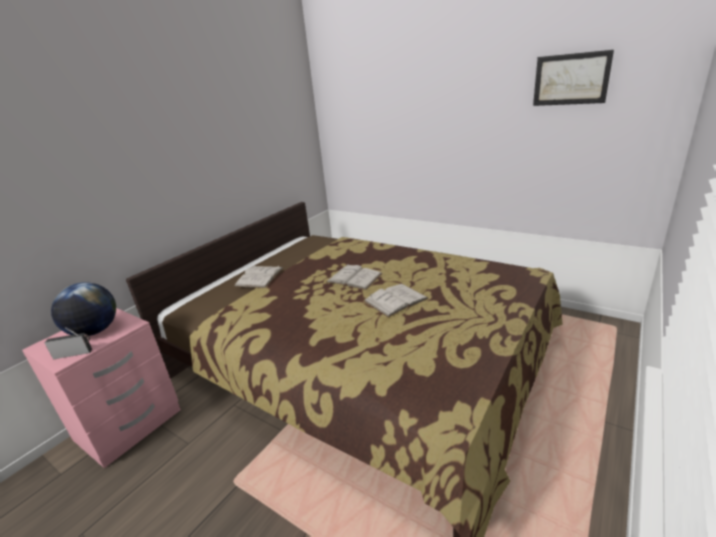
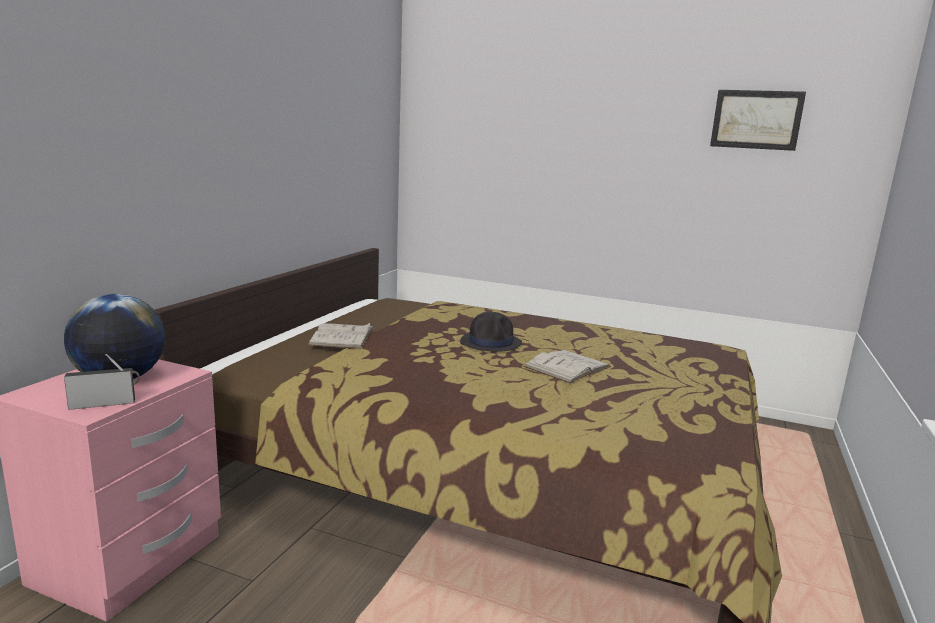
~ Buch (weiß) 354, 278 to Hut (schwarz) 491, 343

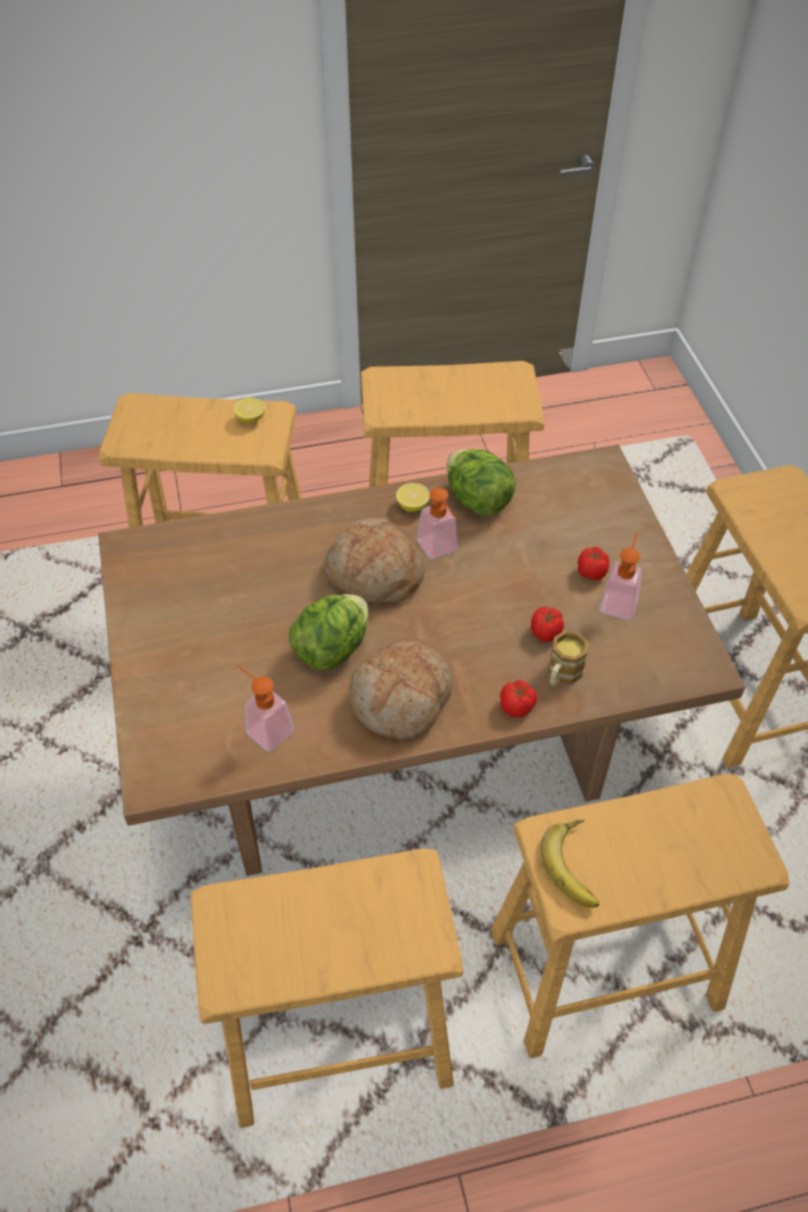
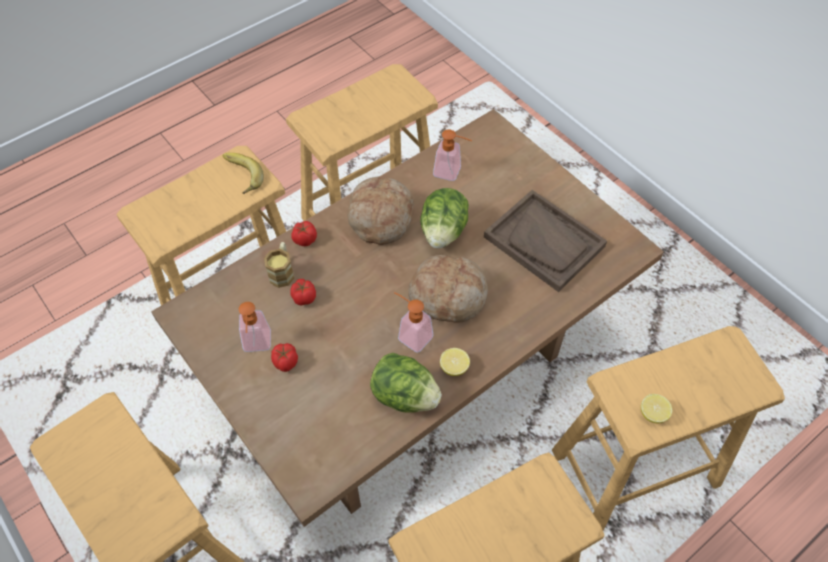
+ Tablett (braun) 544, 242

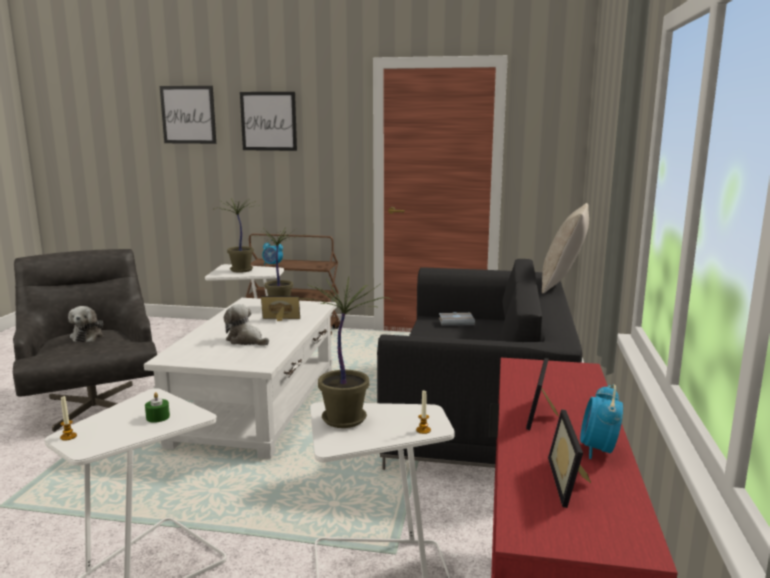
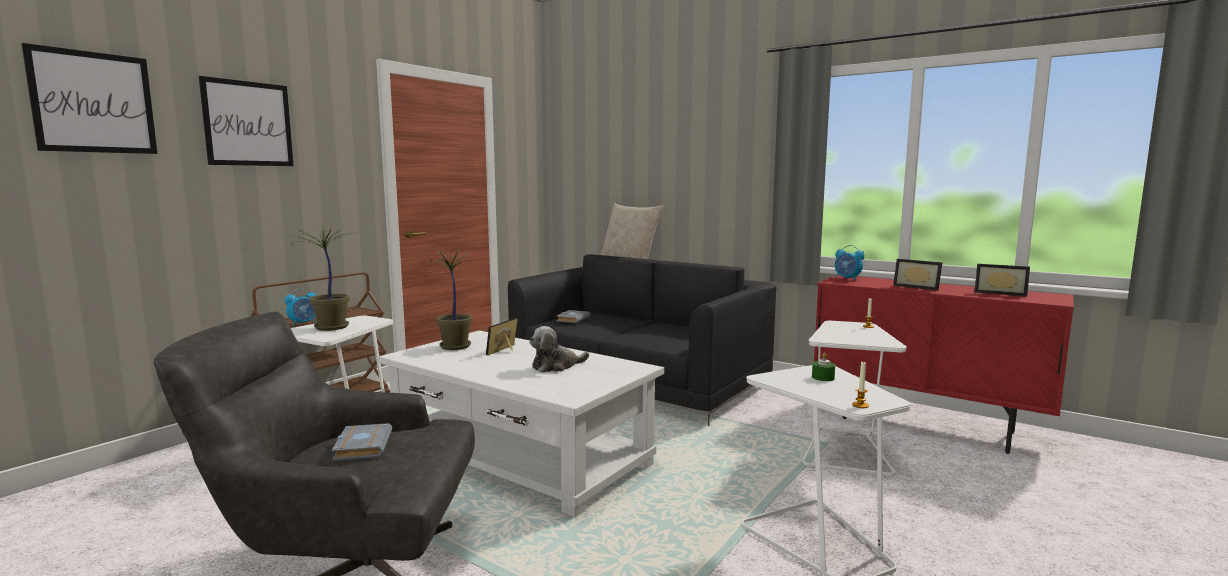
~ Plüschtier 88, 336 to Buch (grau) 361, 446
~ Wecker 598, 450 to 847, 279
- Topfpflanze 345, 419

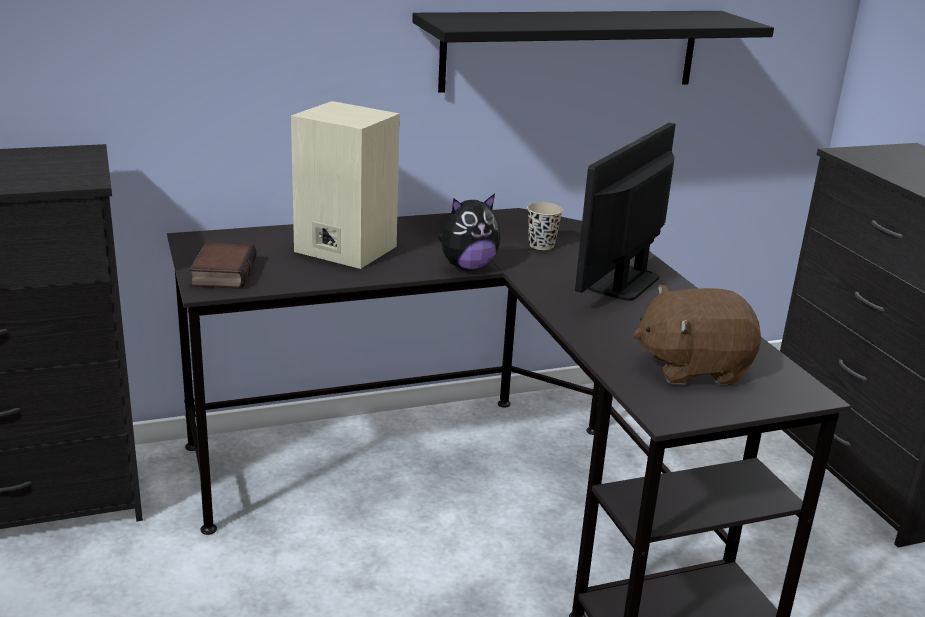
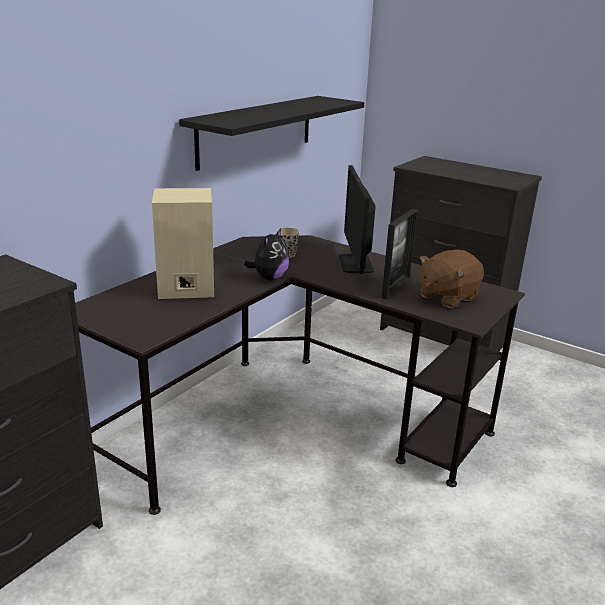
+ Bilderrahmen 396, 288
- Buch 222, 272

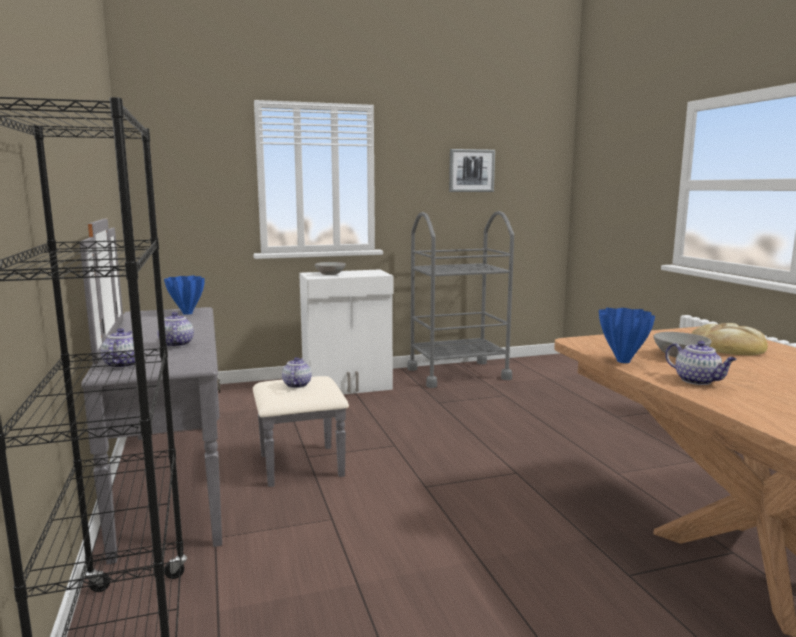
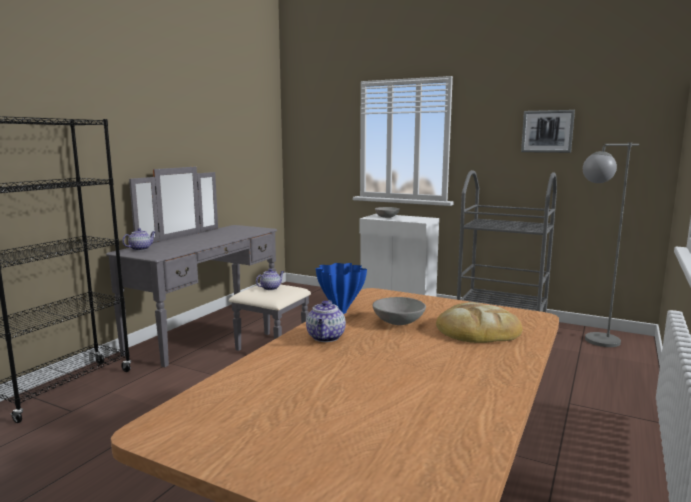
+ Stehlampe (grau) 594, 343
- Teekanne 176, 344
- Vase (blau) 187, 313

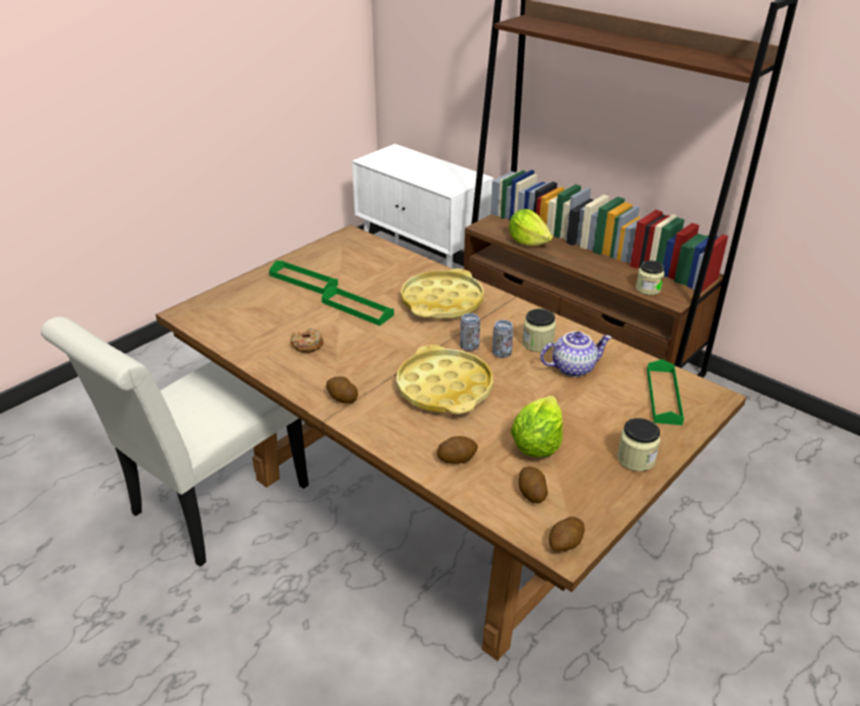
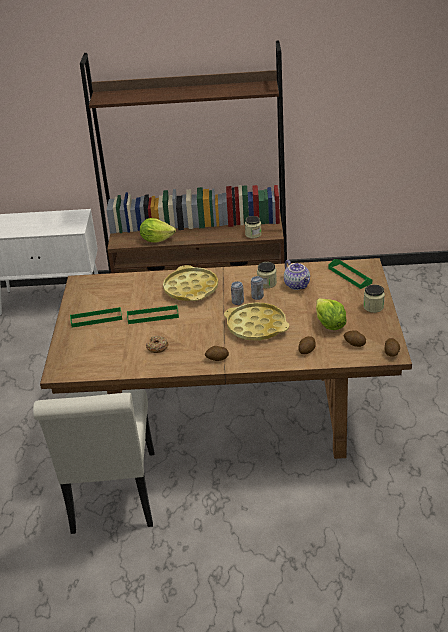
~ Teekanne 573, 367 = 297, 285 120 degrees clockwise

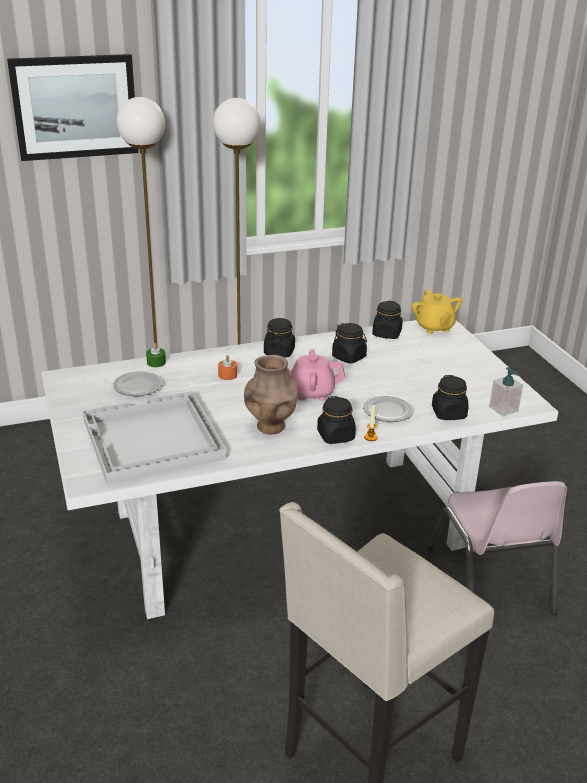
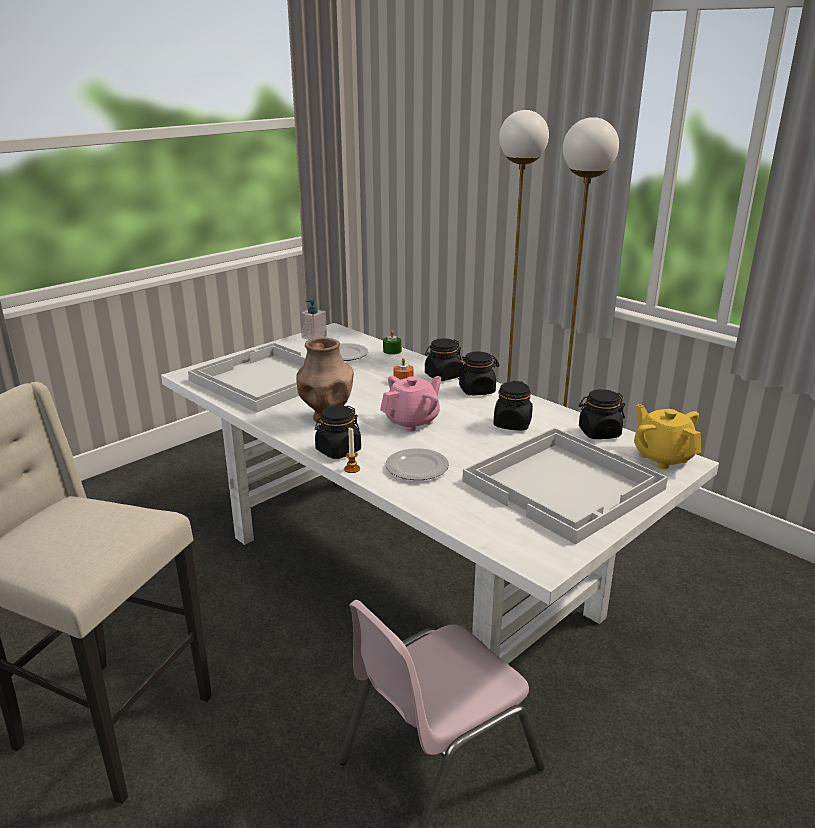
~ Seifenspender 503, 409 to 314, 337
~ Teekanne (rosa) 311, 392 = 412, 421 75 degrees clockwise
~ Vorratsglas (schwarz) 449, 413 to 442, 376
+ Tablett (weiß) 565, 485
~ Teekanne (gelb) 434, 327 = 662, 457 105 degrees clockwise
- Bild 75, 107

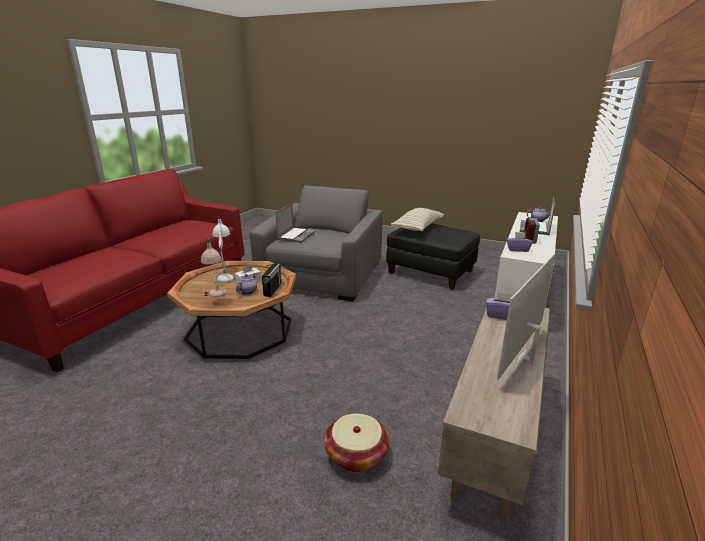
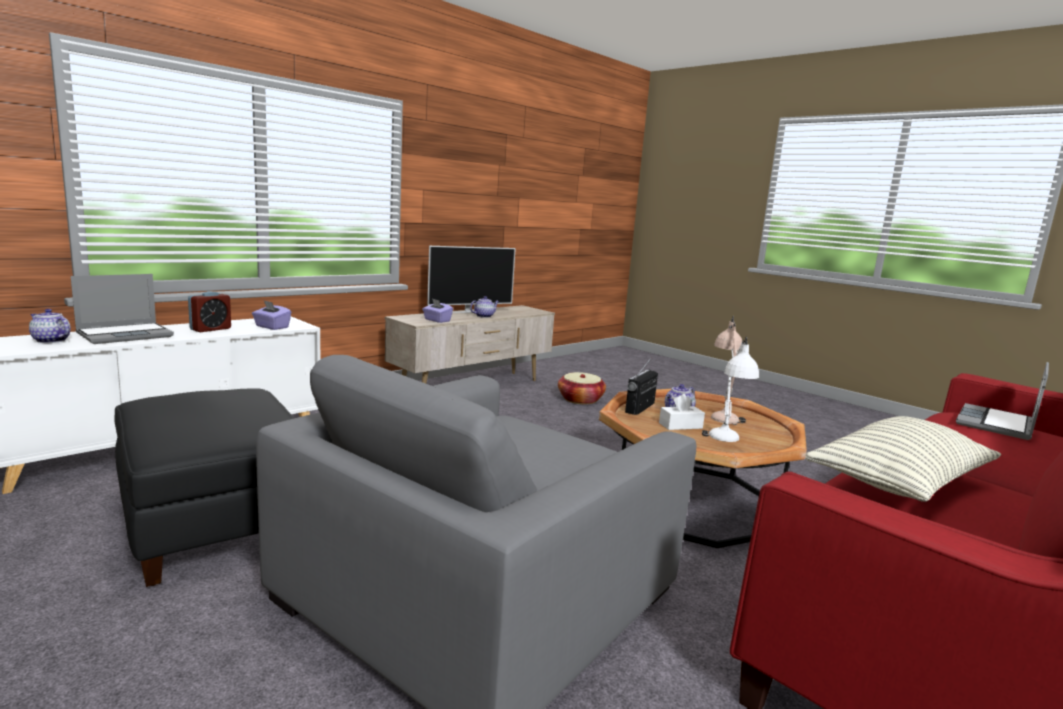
+ Teekanne 484, 316
~ Kissen 417, 228 to 899, 483
~ Laptop 296, 236 to 997, 424

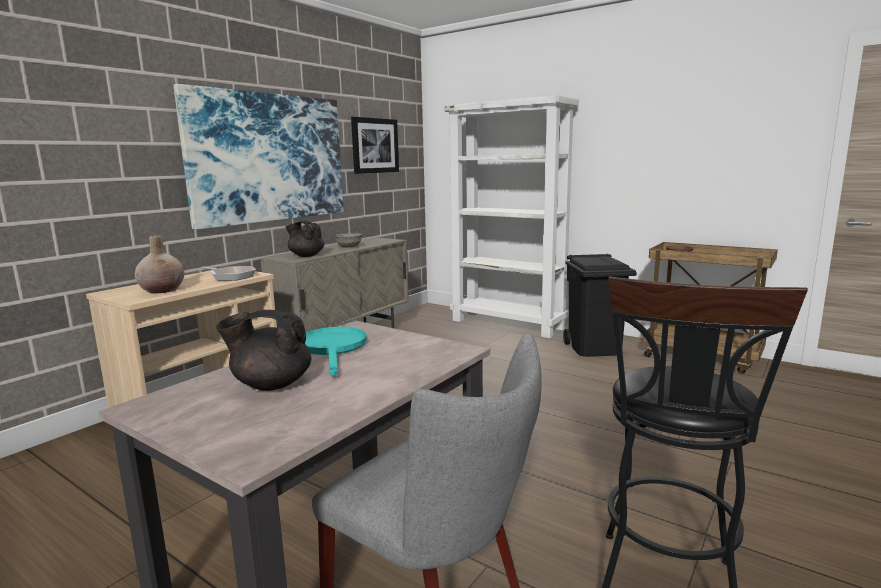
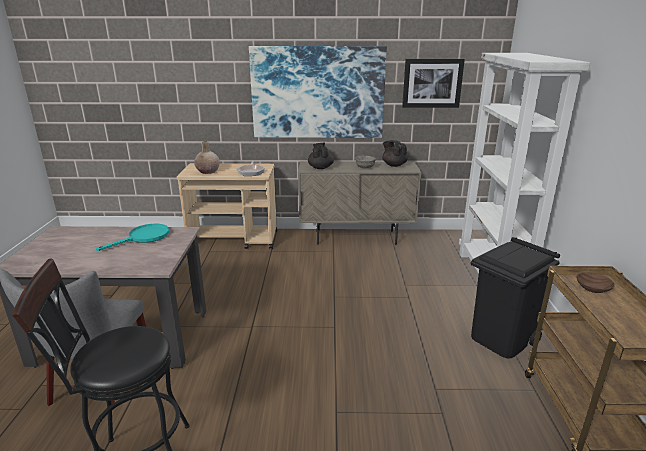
~ Teekanne (schwarz) 271, 384 to 394, 165

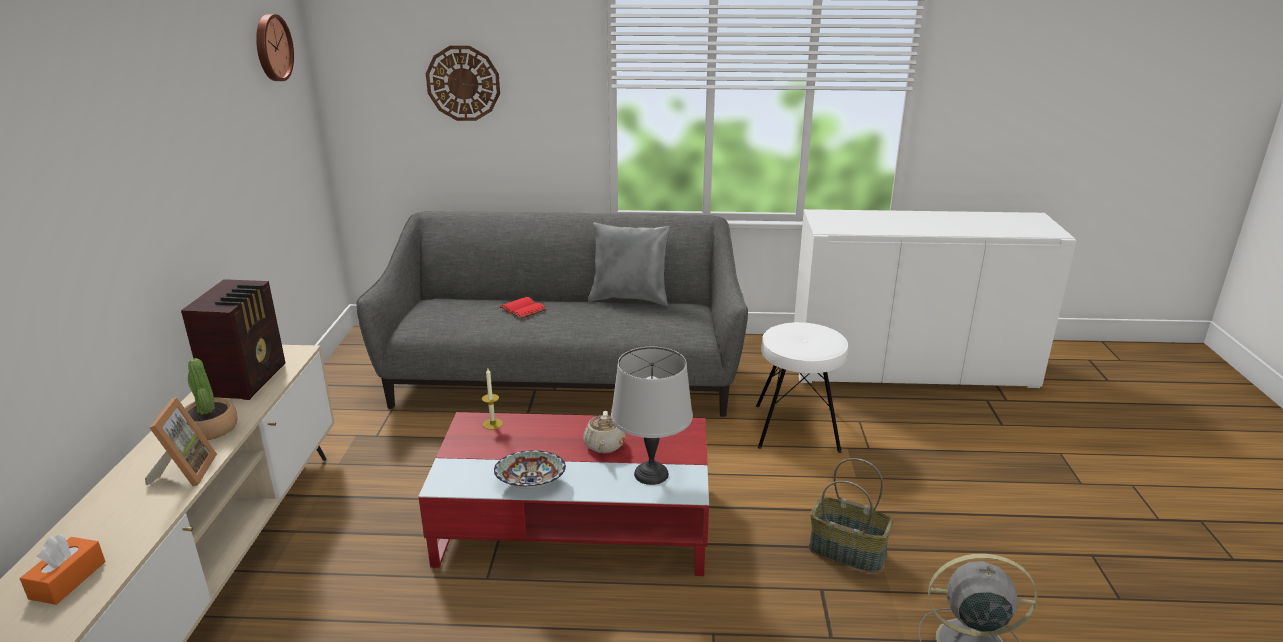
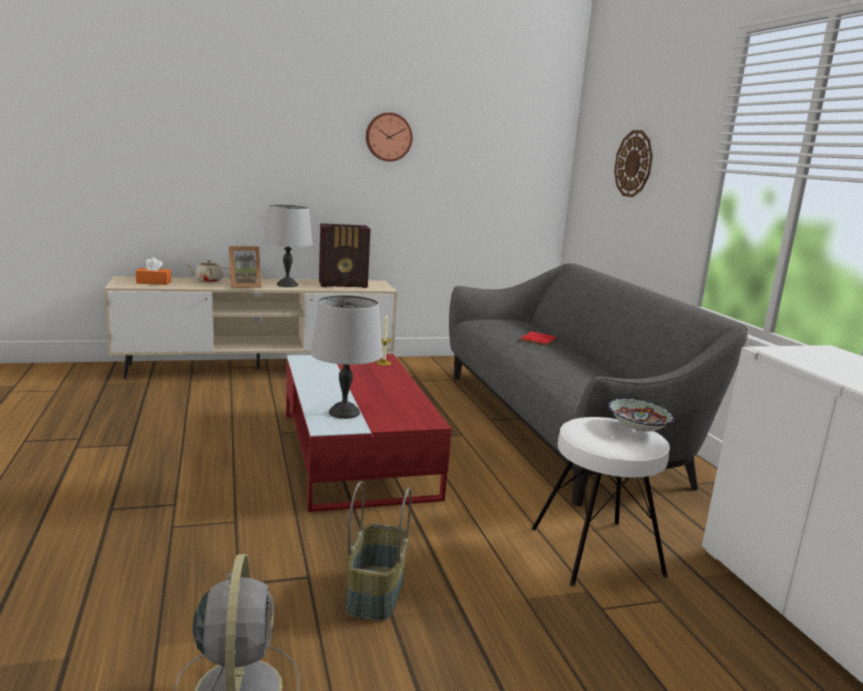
~ Teekanne (beige) 604, 446 to 208, 281
~ Topfpflanze 210, 429 to Tischlampe (grau) 287, 285
~ Wanduhr 271, 48 to 388, 137
~ Schüssel 531, 483 to 638, 429
- Kissen (grau) 630, 298

